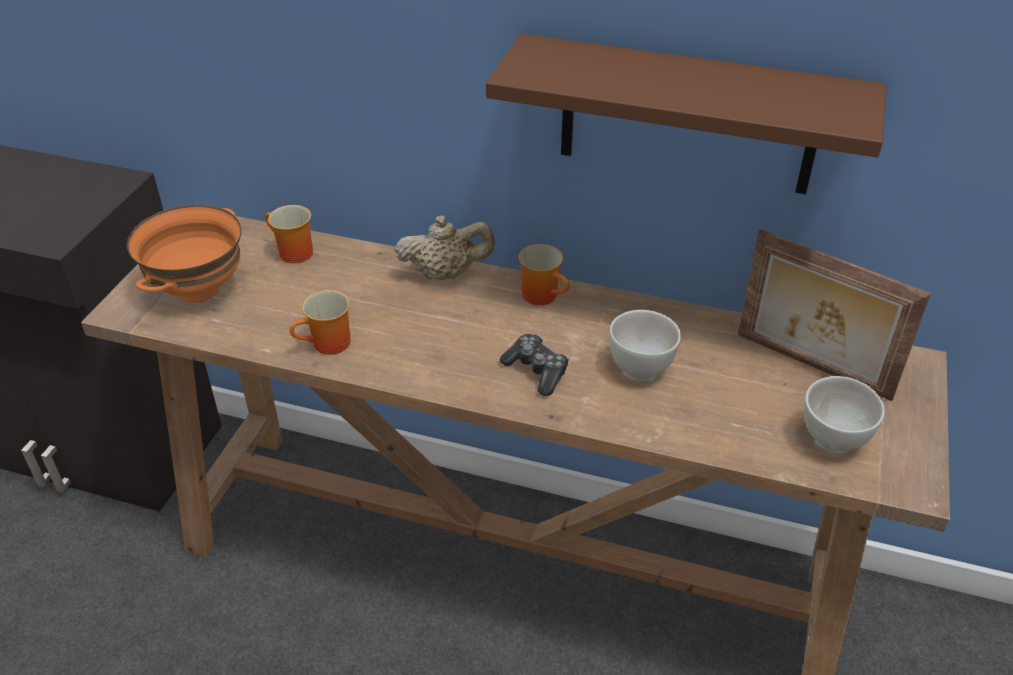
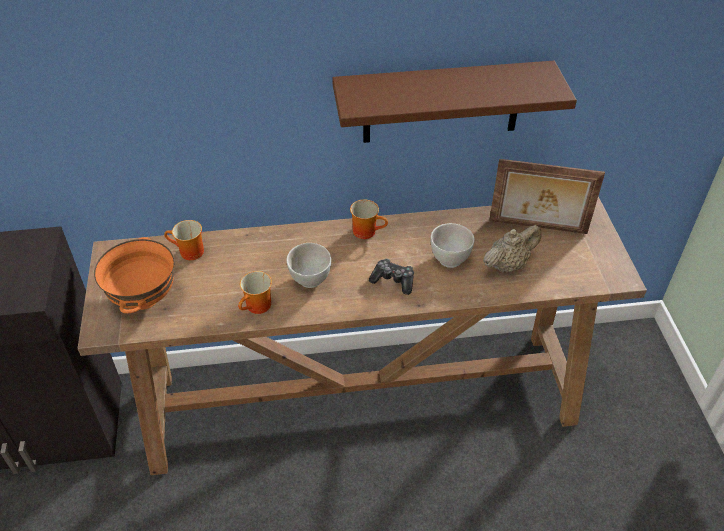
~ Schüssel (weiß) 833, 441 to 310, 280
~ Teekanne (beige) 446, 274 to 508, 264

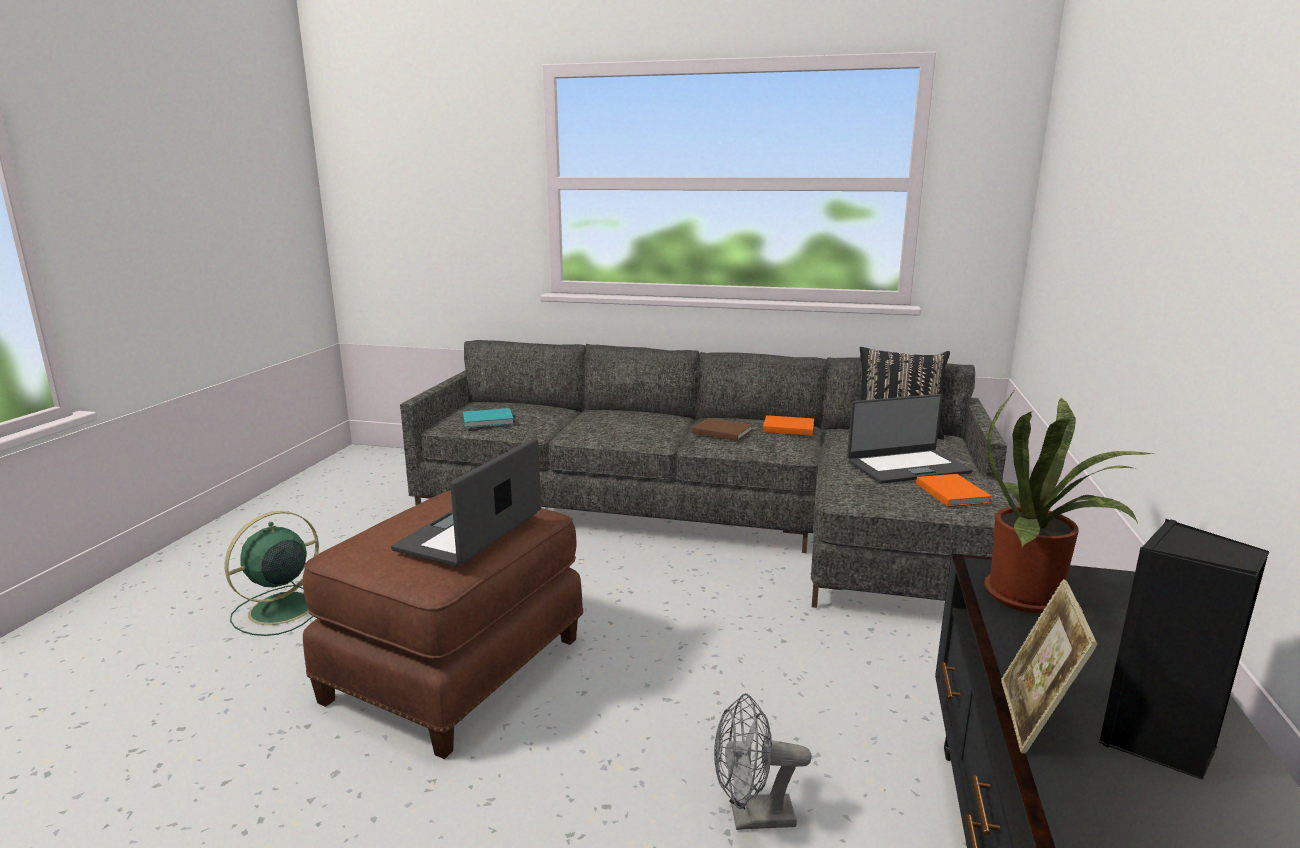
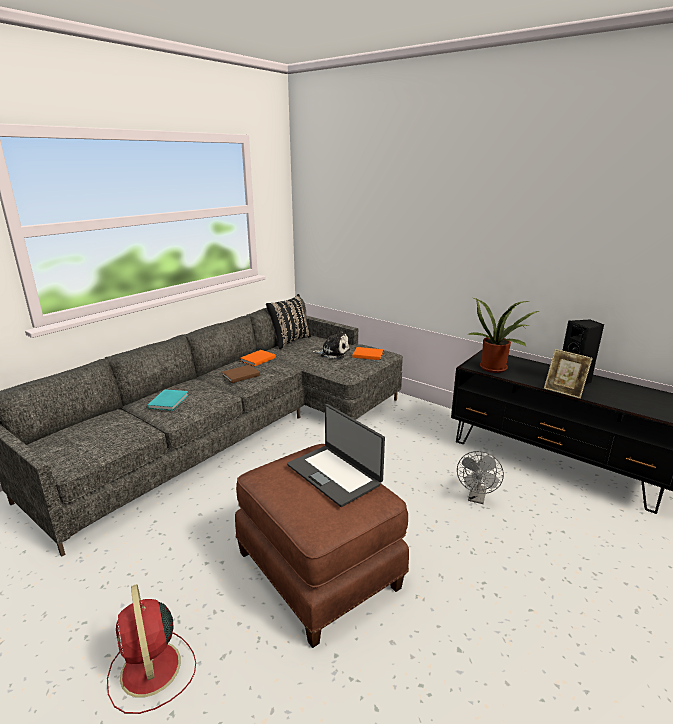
~ Ventilator (grün) 279, 610 to Ventilator (rot) 151, 671
~ Buch (türkis) 489, 420 to 169, 401
~ Laptop 907, 467 to Plüschtier 333, 353

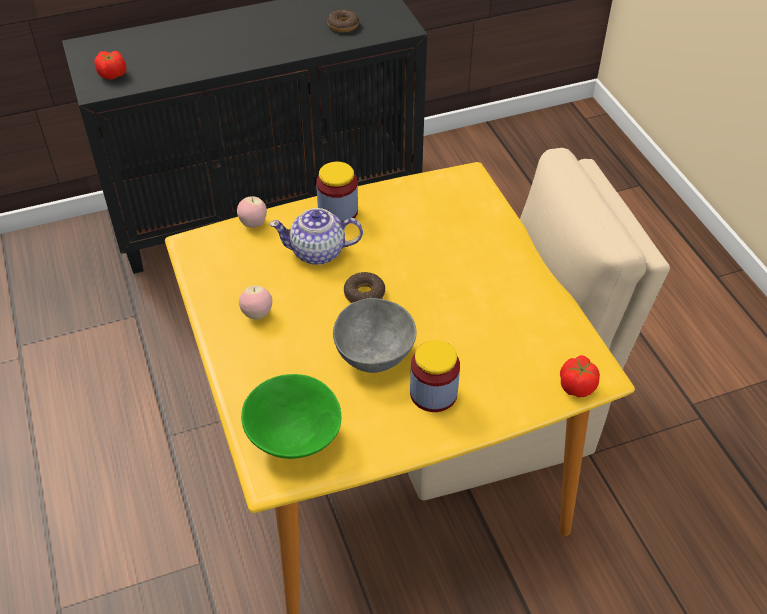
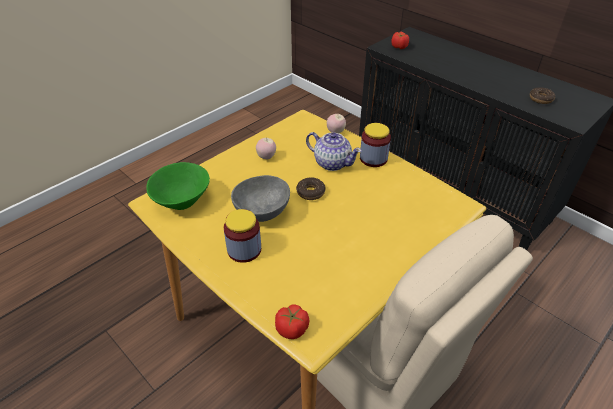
~ Teekanne 318, 252 = 332, 163 150 degrees clockwise

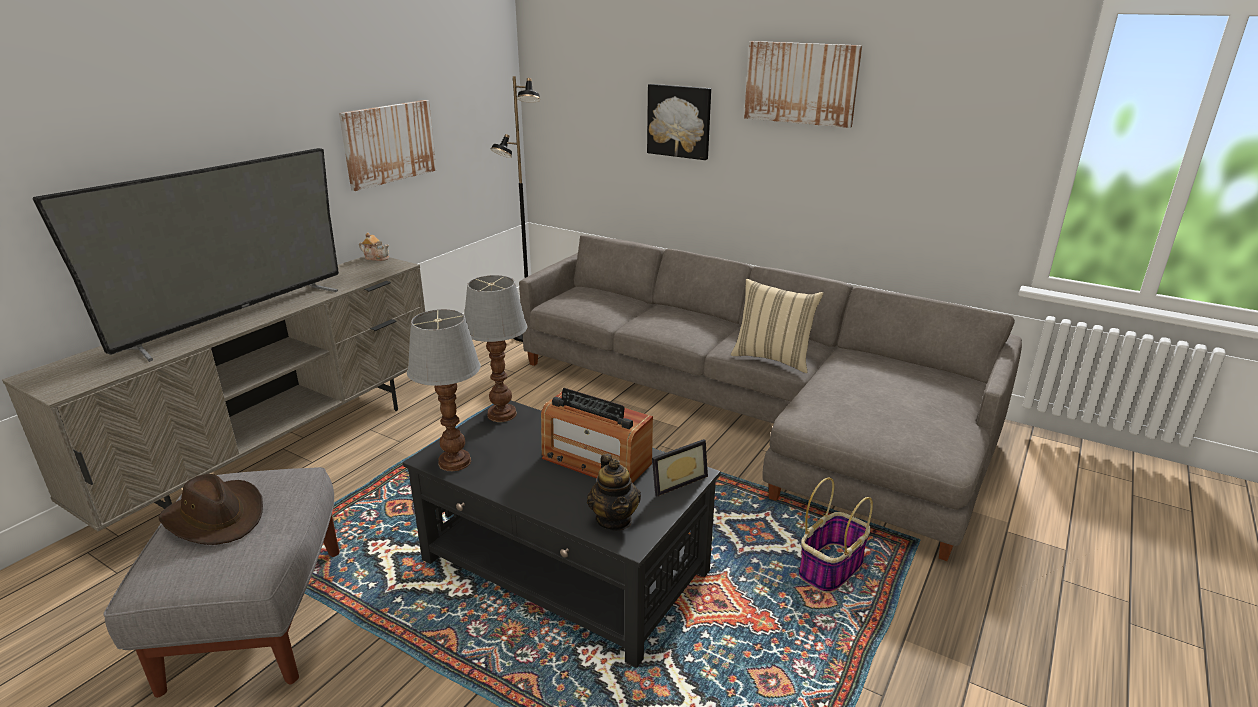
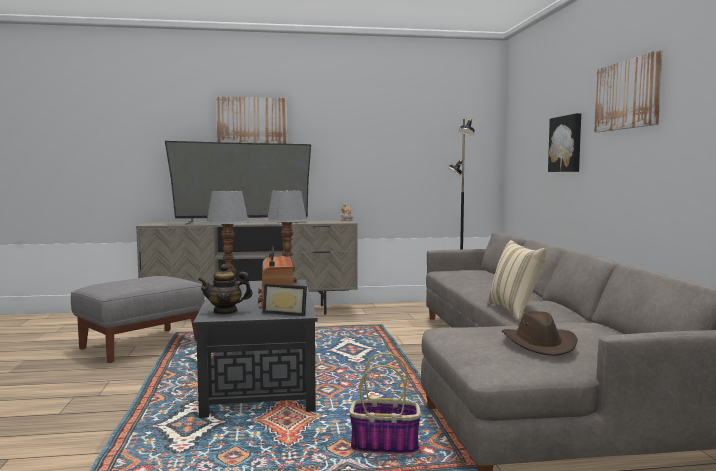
~ Teekanne 614, 519 = 225, 311 45 degrees clockwise
~ Bild 389, 143 to 252, 121
~ Hut (braun) 216, 517 to 539, 344

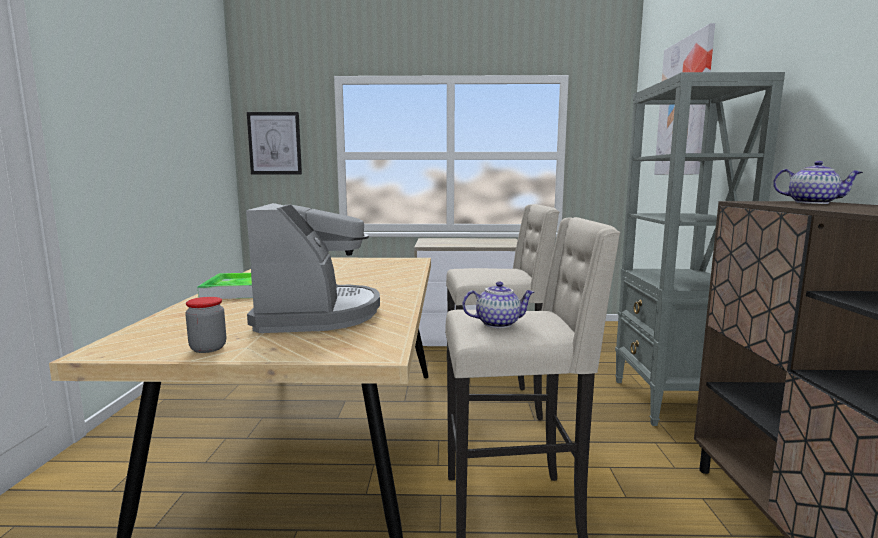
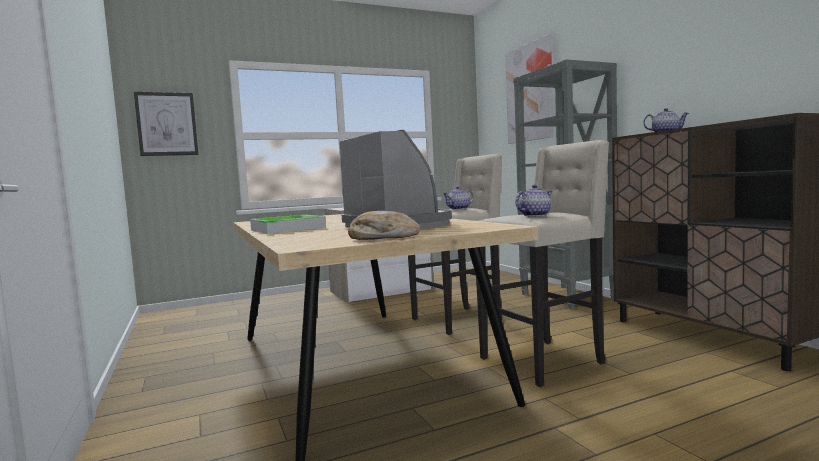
~ Vorratsglas 208, 348 to Brot 382, 238
+ Teekanne 459, 209

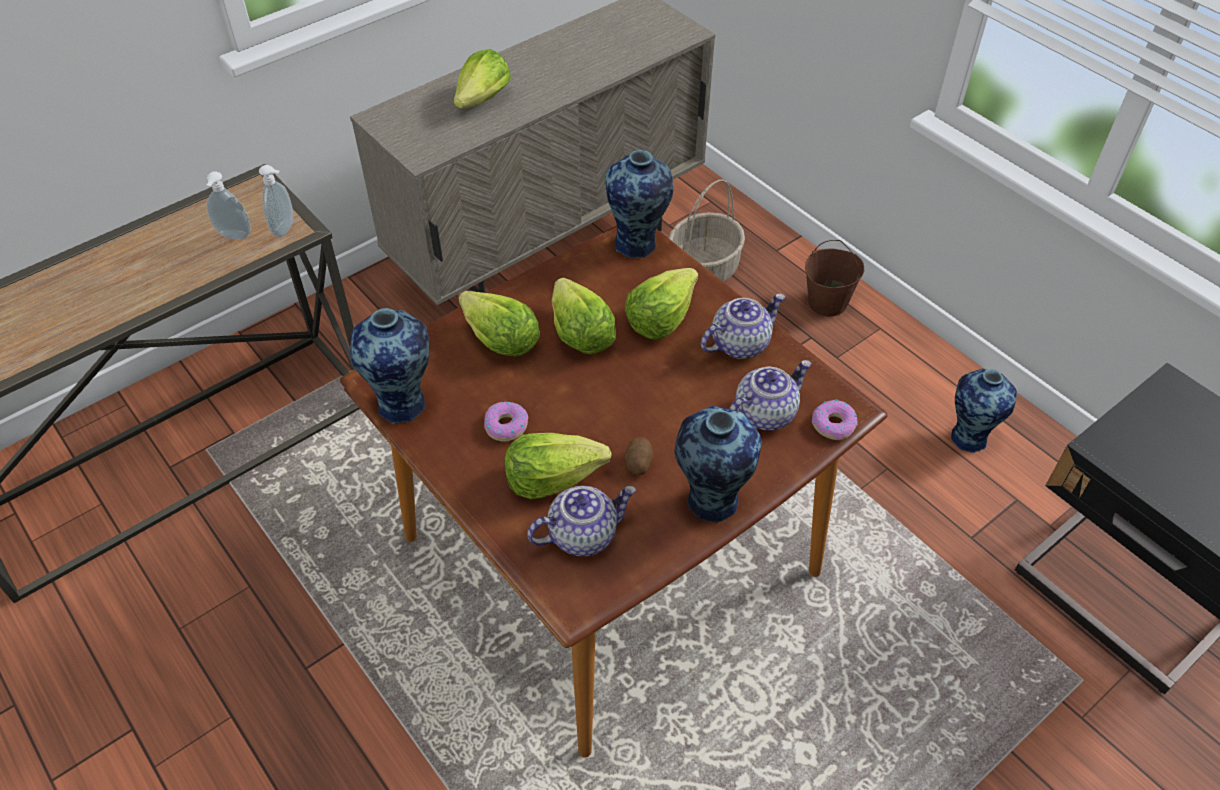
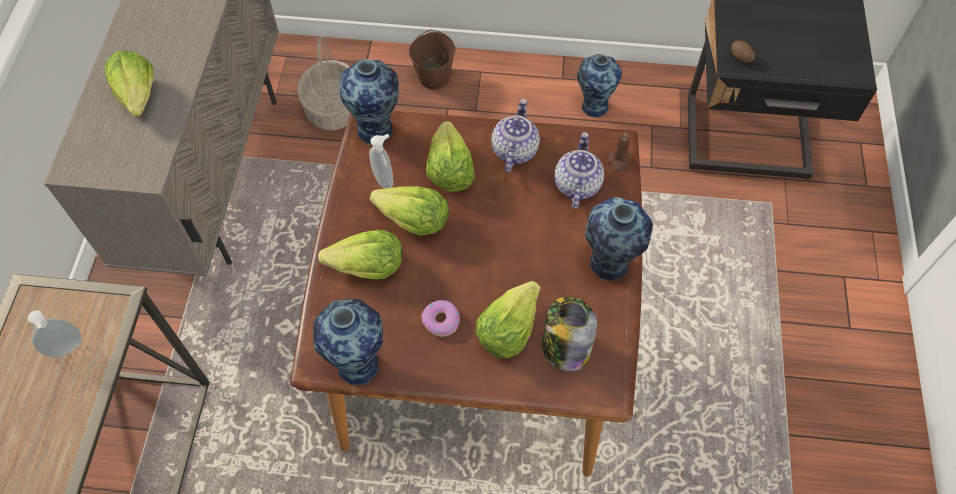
~ Seifenspender 286, 229 to 385, 179
~ Teekanne 583, 534 to Vorratsglas 565, 347
~ Donut 834, 424 to Kerze (braun) 619, 161
~ Kartoffel 638, 463 to 740, 57

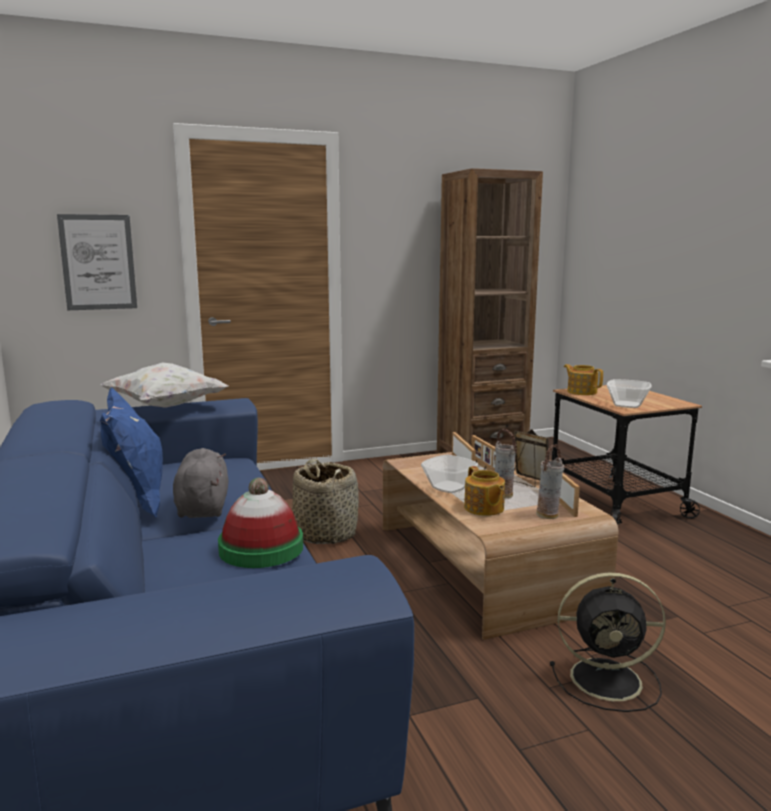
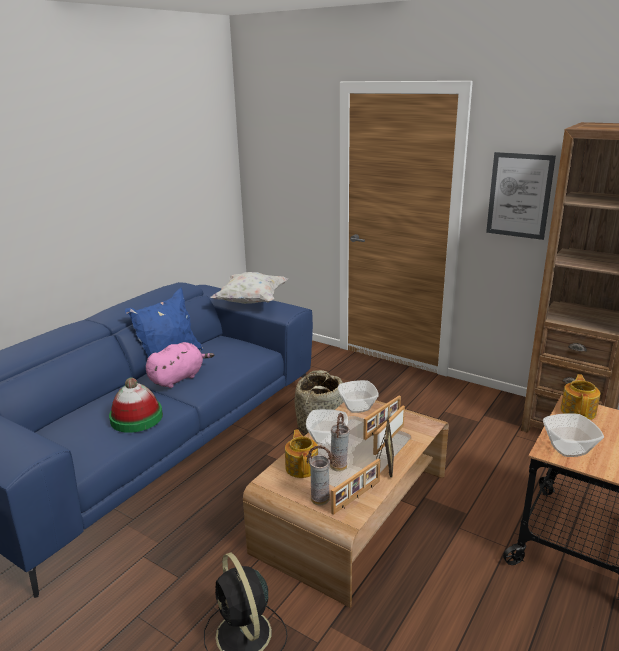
~ Plüschtier (grau) 202, 507 to Plüschtier (rosa) 178, 378
~ Teekanne 484, 508 = 302, 467 135 degrees clockwise
+ Schüssel 358, 407
~ Bild 98, 262 to 519, 195

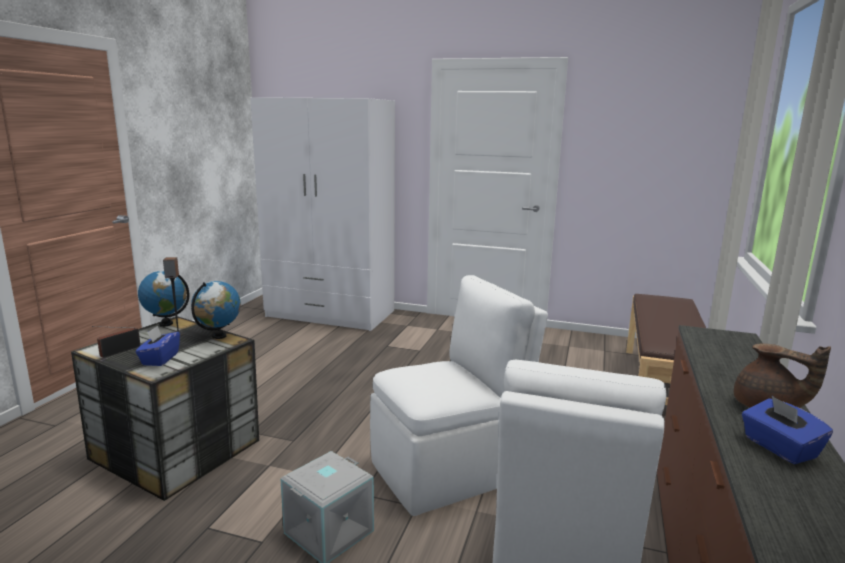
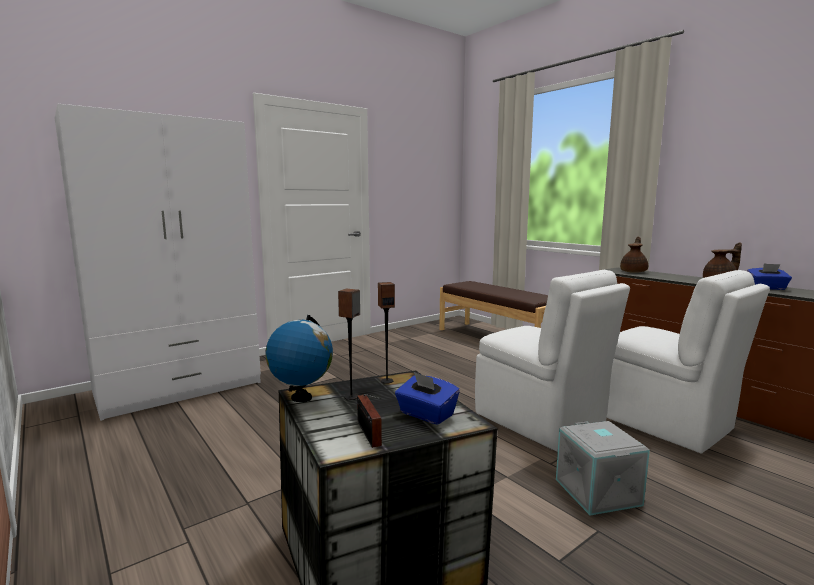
~ Globus 219, 336 to Lautsprecher 386, 381
~ Stuhl (weiß) 450, 470 = 541, 422 135 degrees clockwise
+ Teekanne (braun) 634, 272

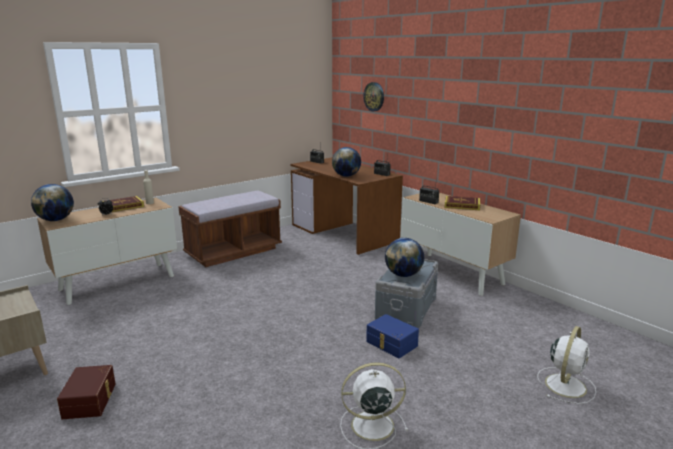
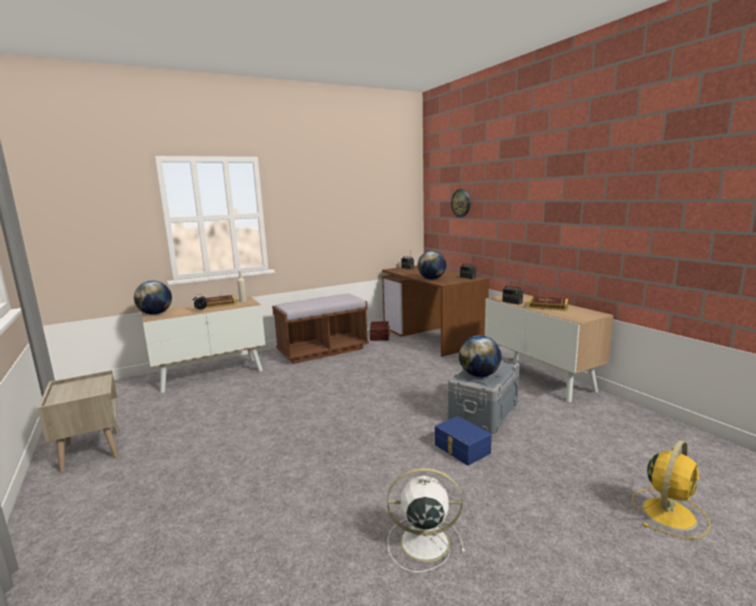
~ Aufbewahrungsbox (braun) 91, 400 to 380, 336
~ Ventilator (weiß) 566, 385 to Ventilator (gelb) 669, 512

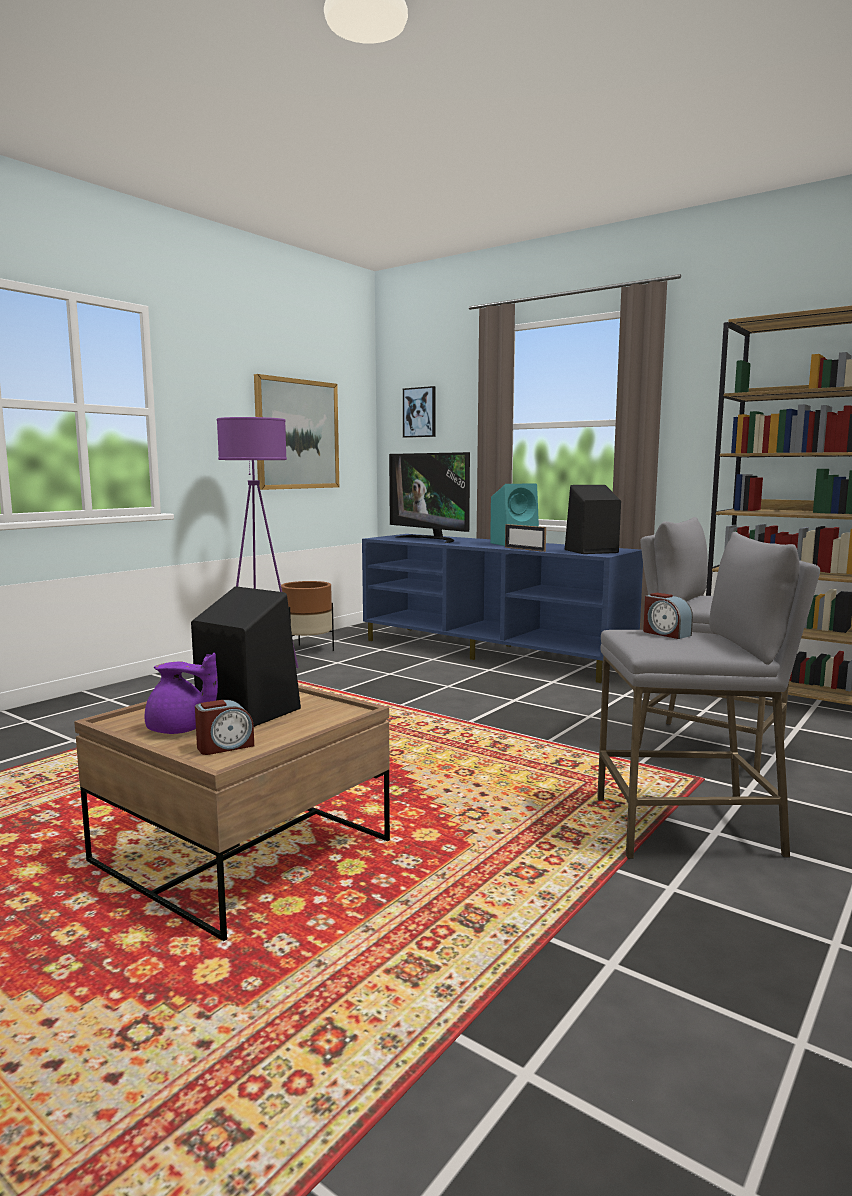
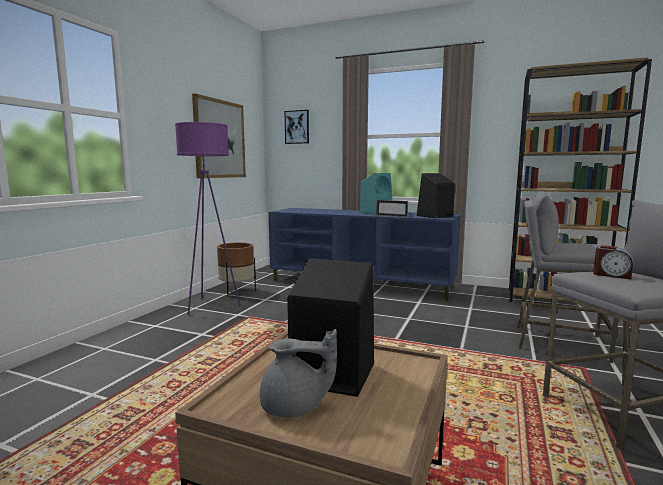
~ Teekanne (lila) 180, 730 to Teekanne (grau) 294, 407
- Wecker 225, 746
- Fernseher 431, 539

